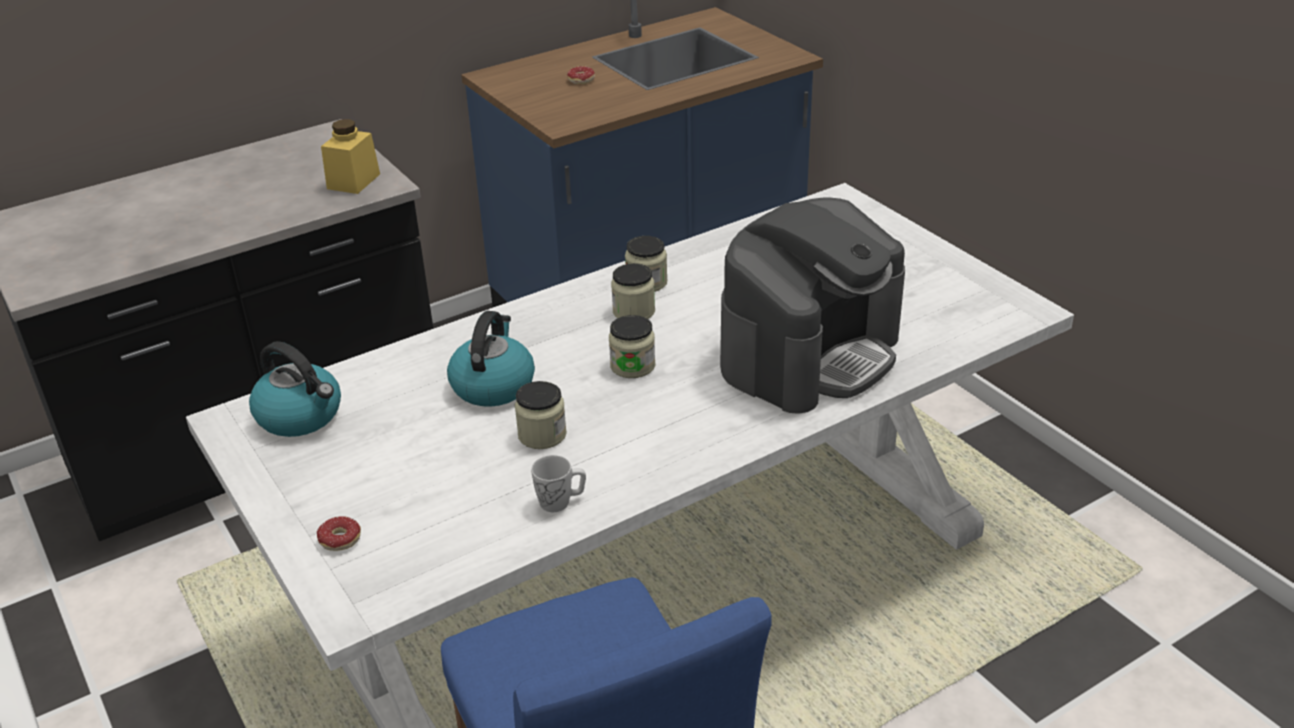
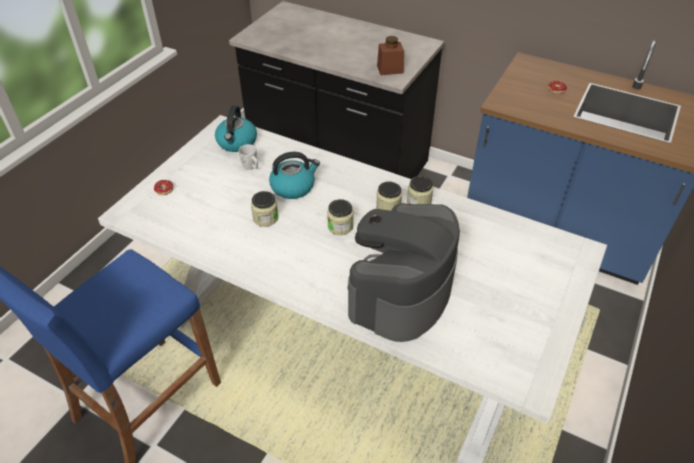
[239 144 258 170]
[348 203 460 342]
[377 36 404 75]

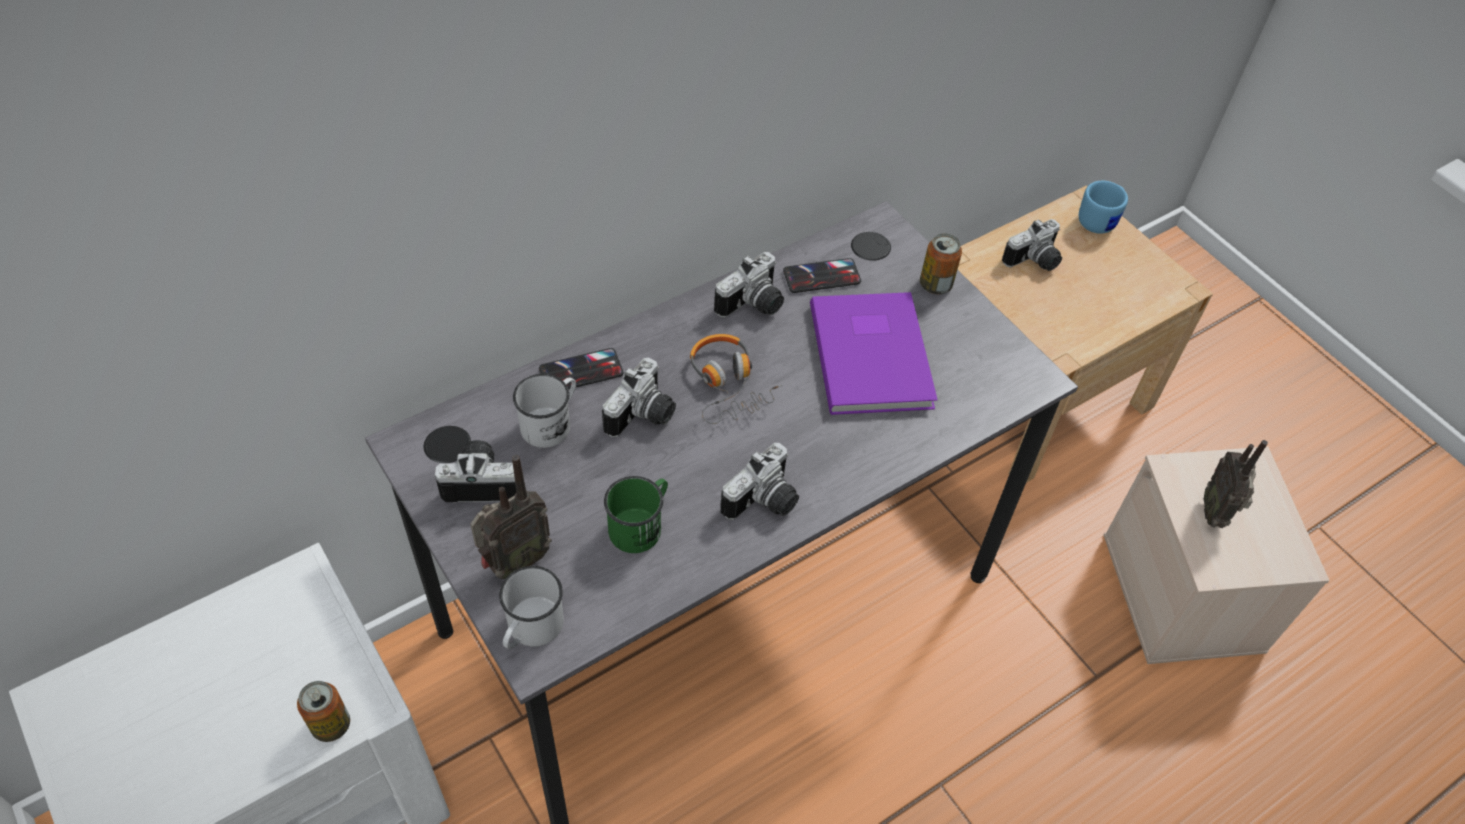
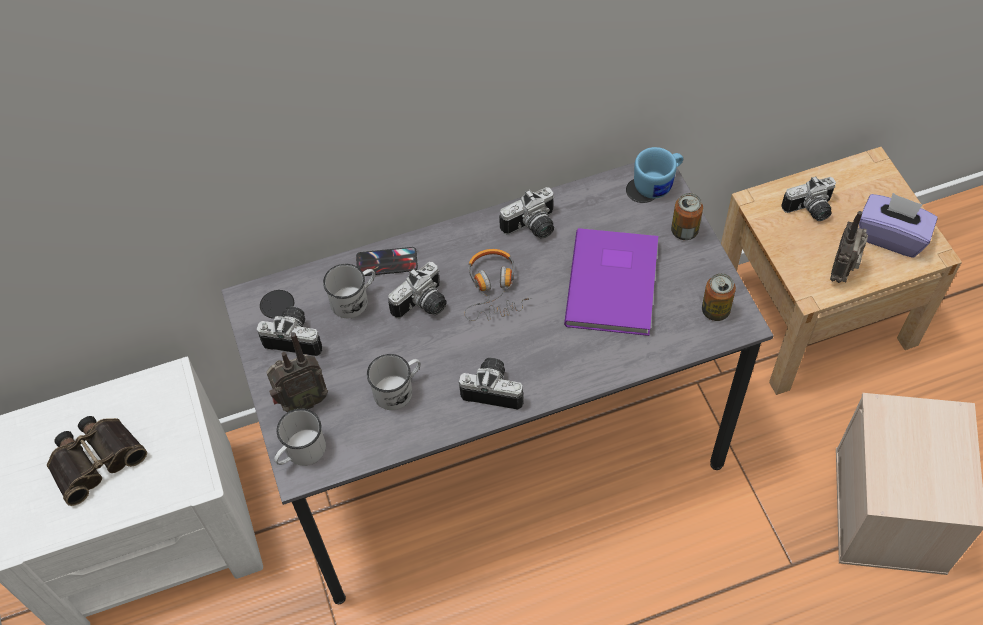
[47 416 147 506]
[367 354 421 410]
[459 358 523 410]
[634 147 683 198]
[702 273 736 321]
[830 211 868 283]
[859 193 938 258]
[783 258 861 293] (first image)

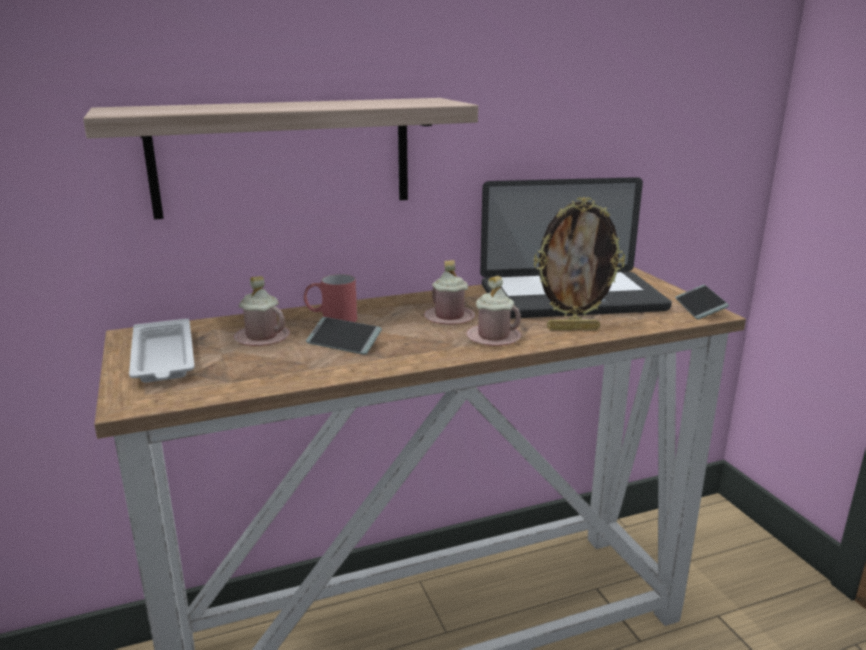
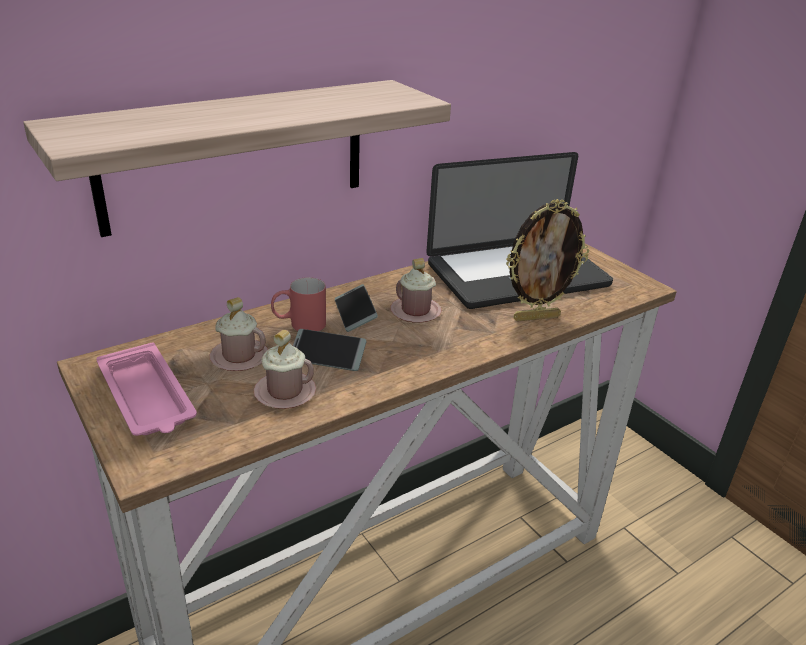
[96 342 197 436]
[254 330 316 409]
[335 284 378 332]

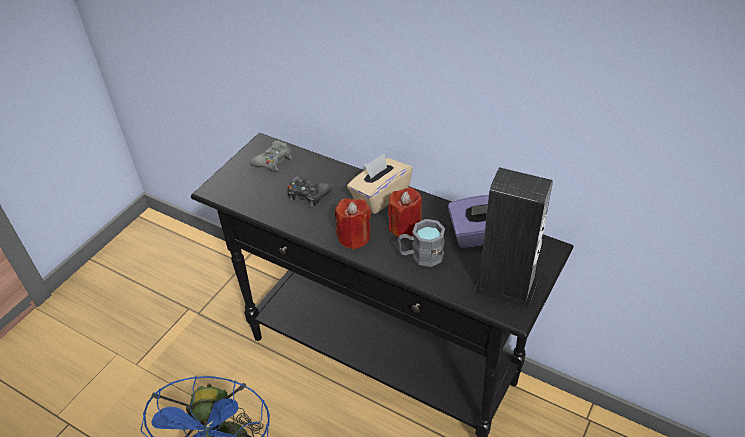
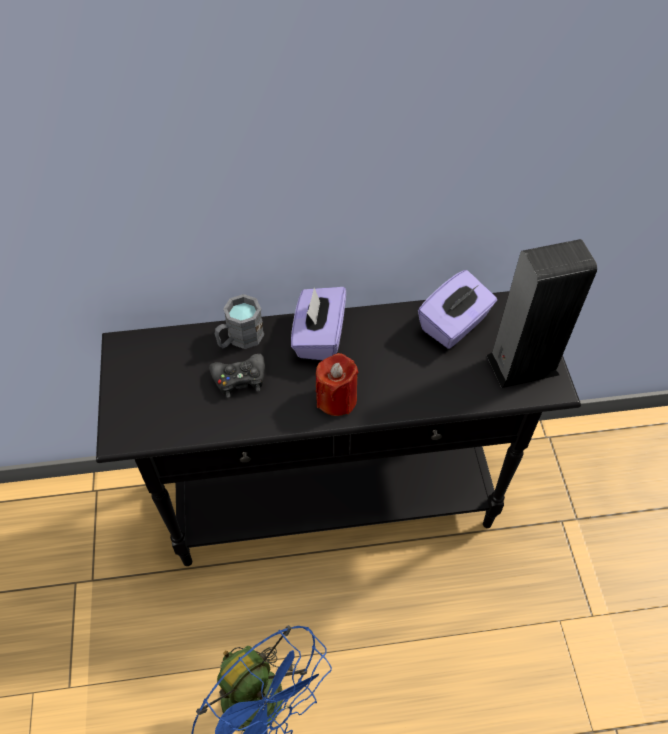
[215 294 264 349]
[291 287 346 360]
[250 140 292 172] (first image)
[388 187 422 237] (first image)

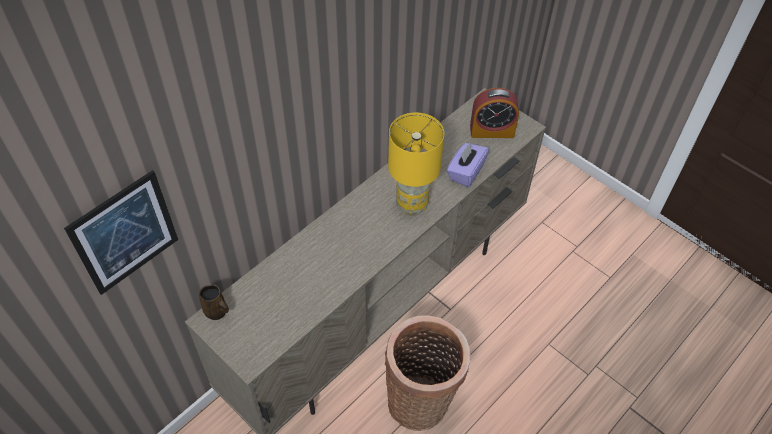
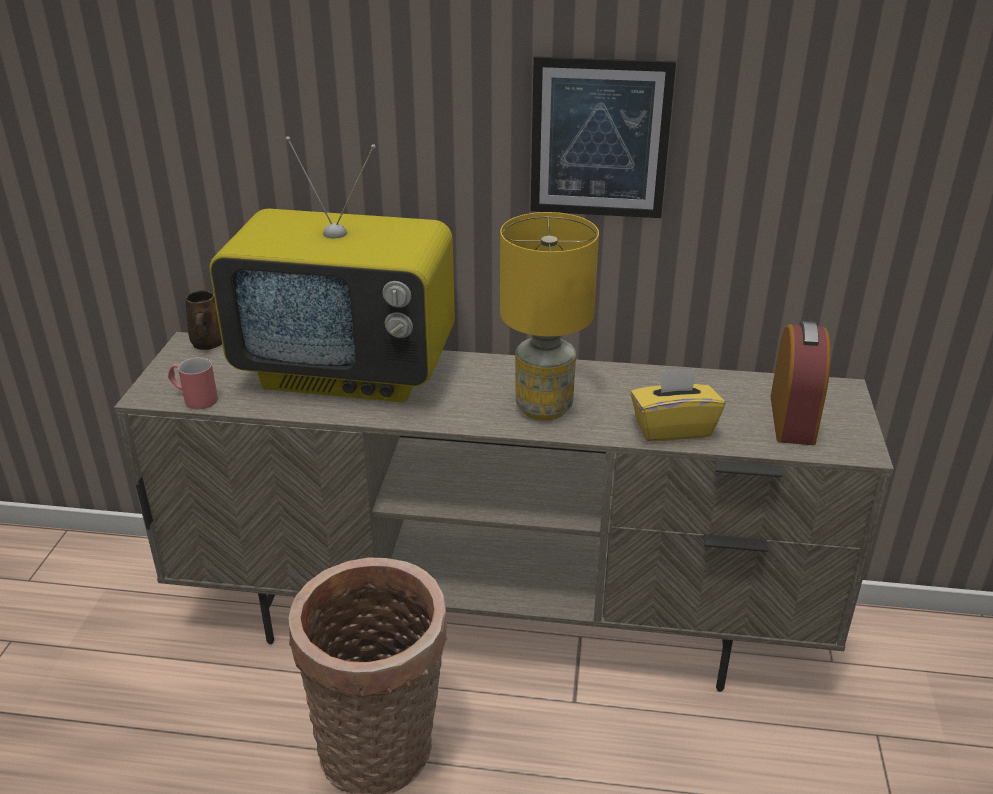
[168 357 218 409]
[209 136 455 402]
[531 56 676 218]
[630 369 725 441]
[770 321 831 445]

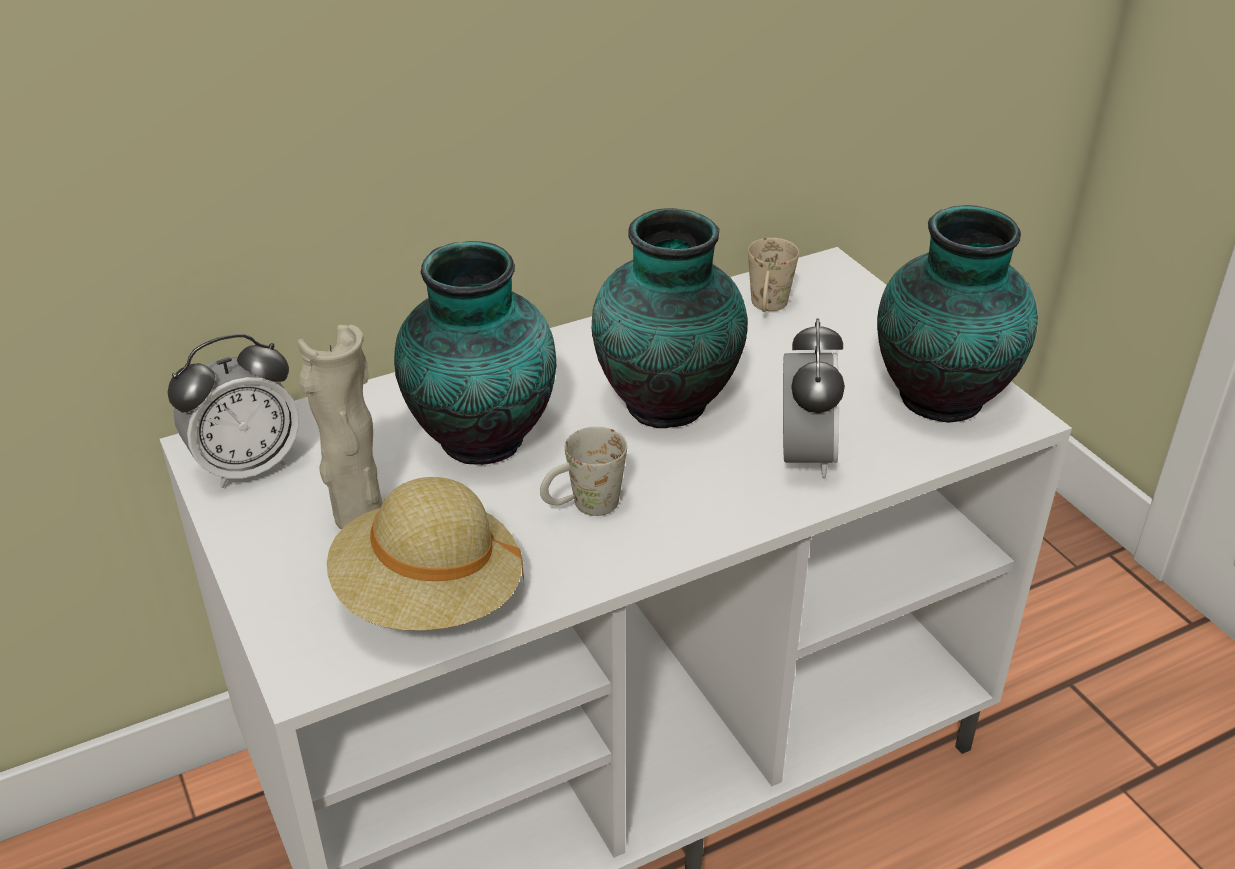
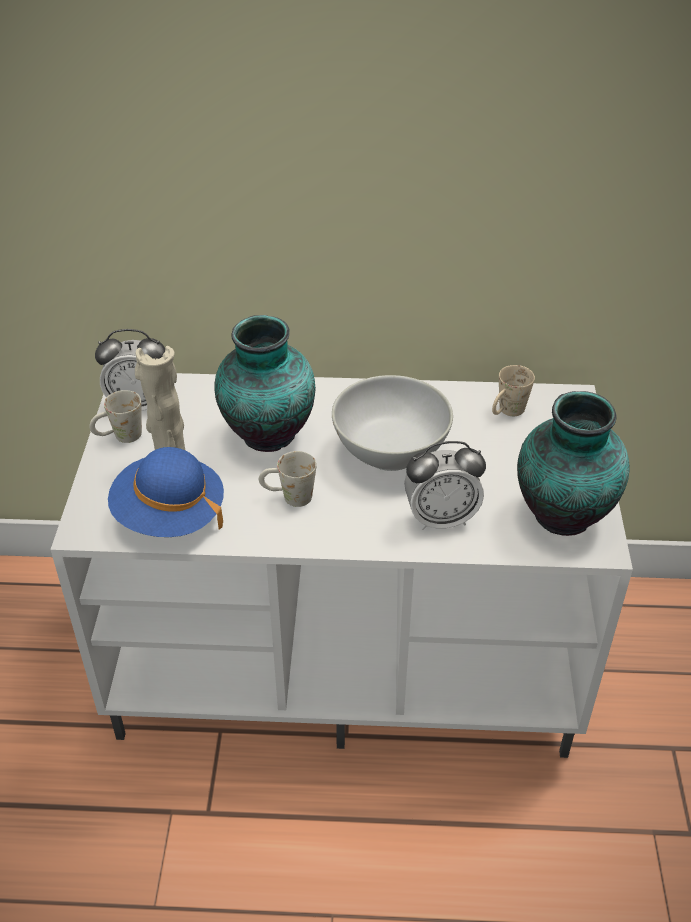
[90 390 142 443]
[108 447 224 537]
[332 375 453 471]
[404 441 486 530]

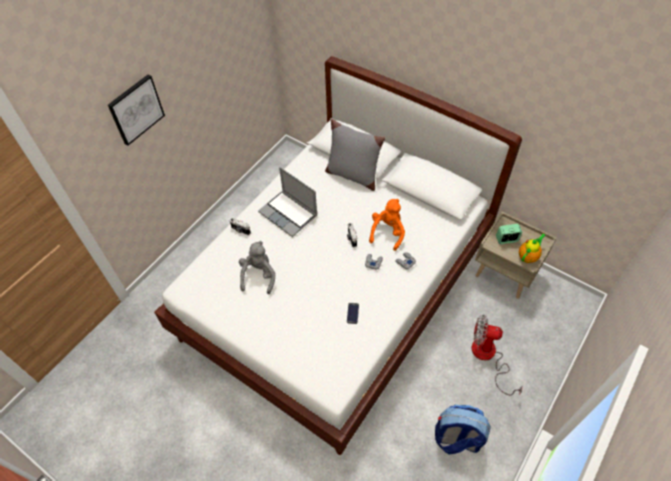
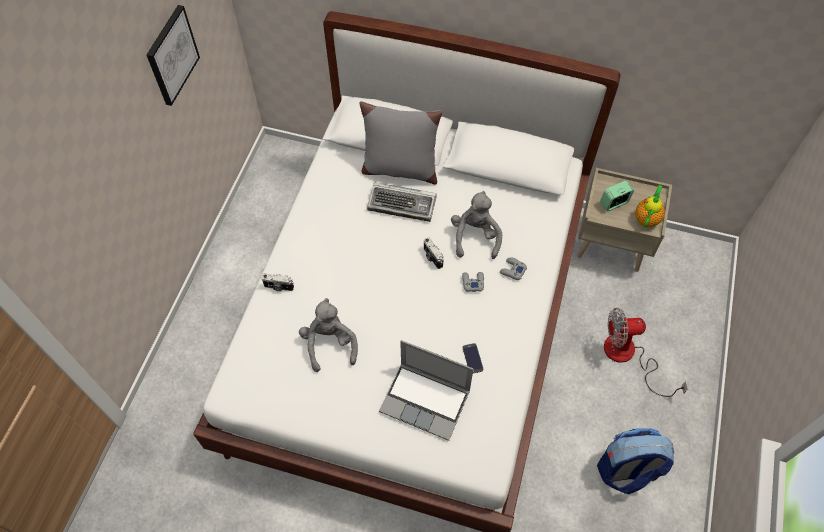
[146 5 200 106]
[367 182 437 222]
[379 340 473 441]
[451 191 502 259]

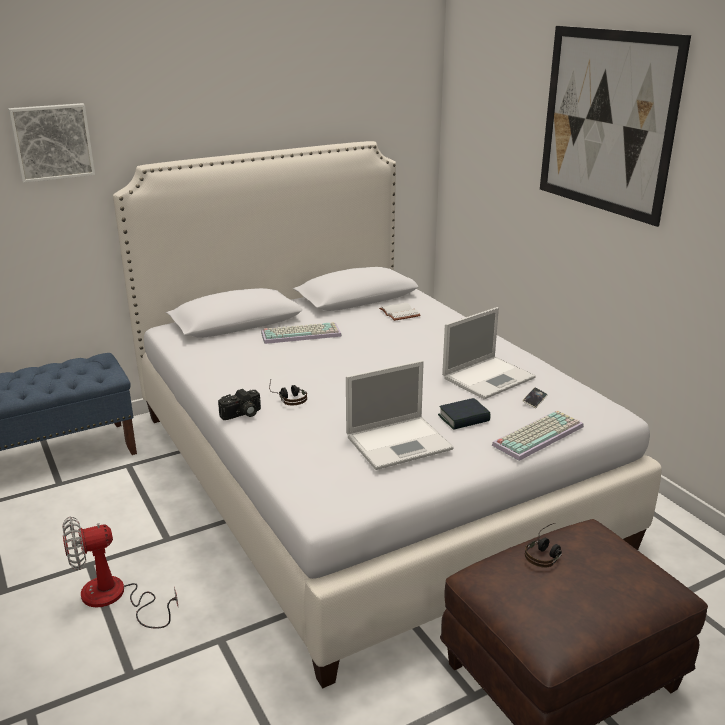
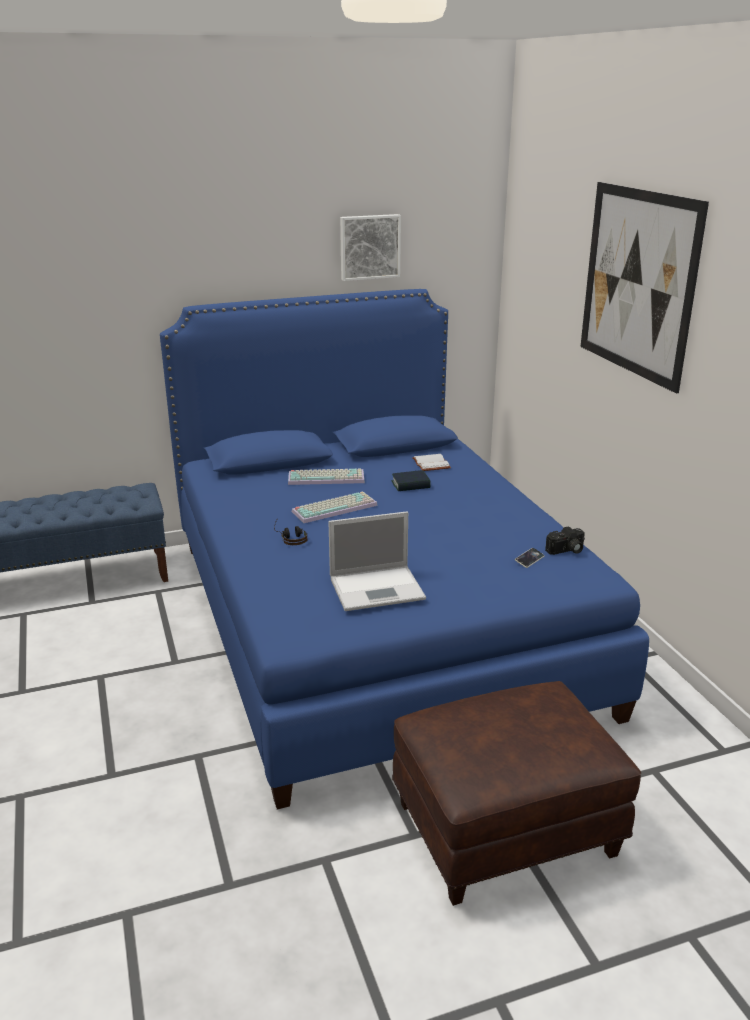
[160 289 649 809]
[292 492 378 523]
[340 214 401 281]
[392 470 431 491]
[545 526 585 555]
[62 516 178 628] (first image)
[442 307 536 399] (first image)
[525 523 562 567] (first image)

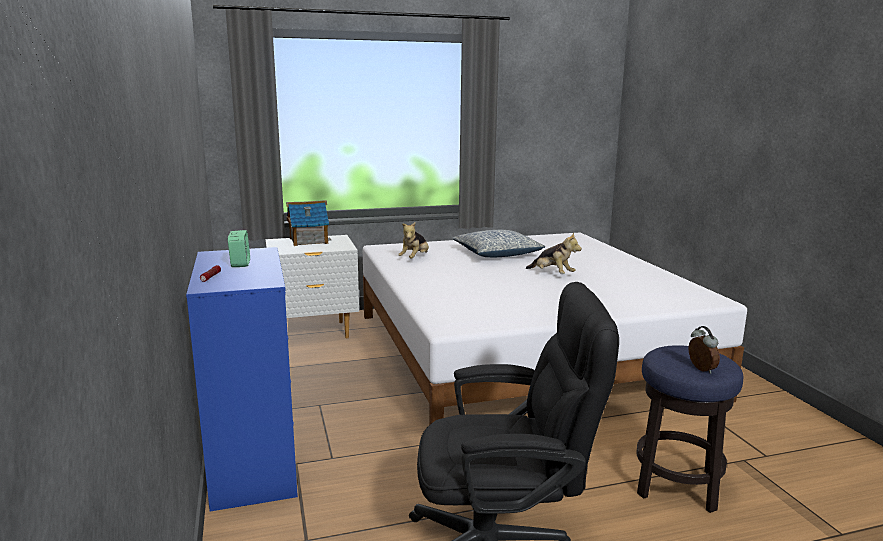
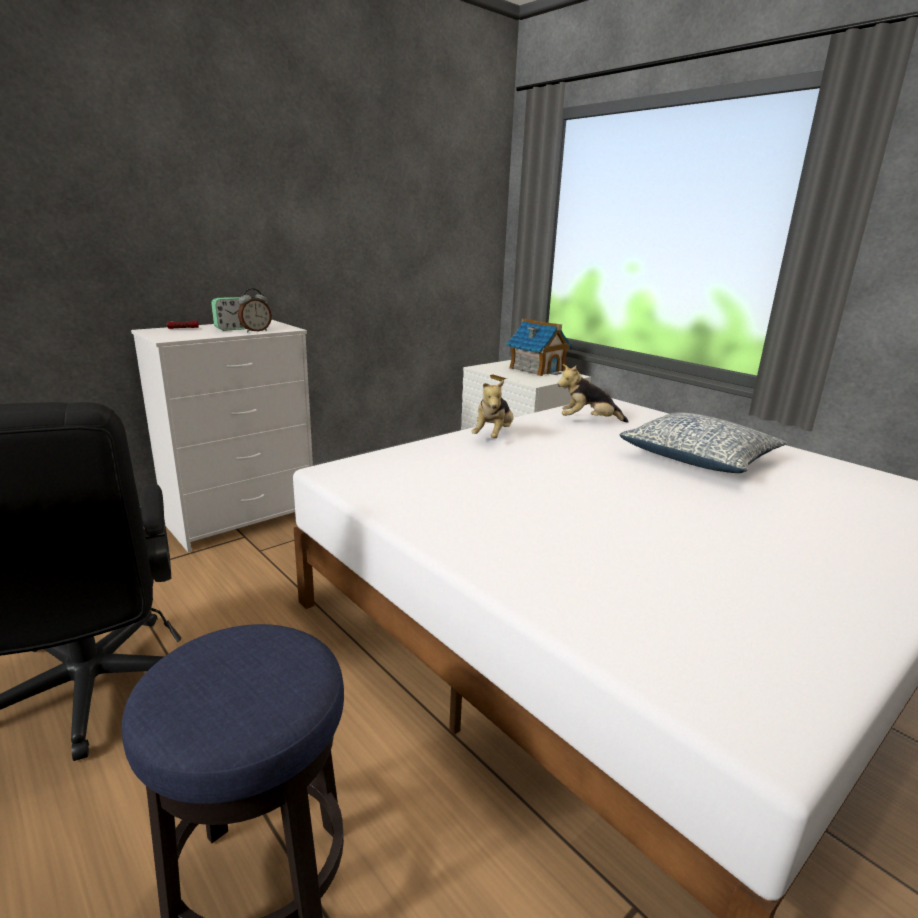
[131 320 313 552]
[238 288 272 332]
[471 380 513 438]

